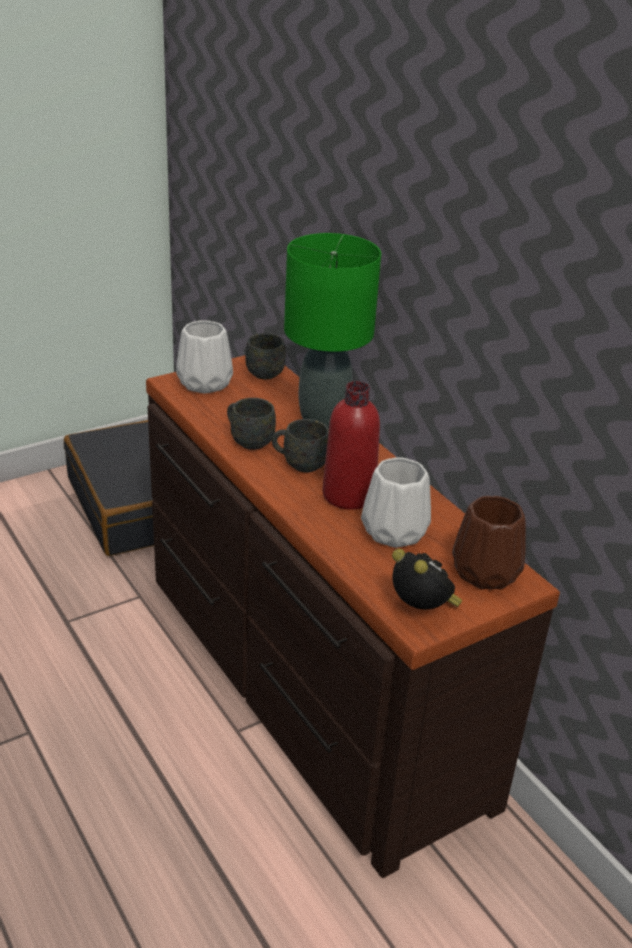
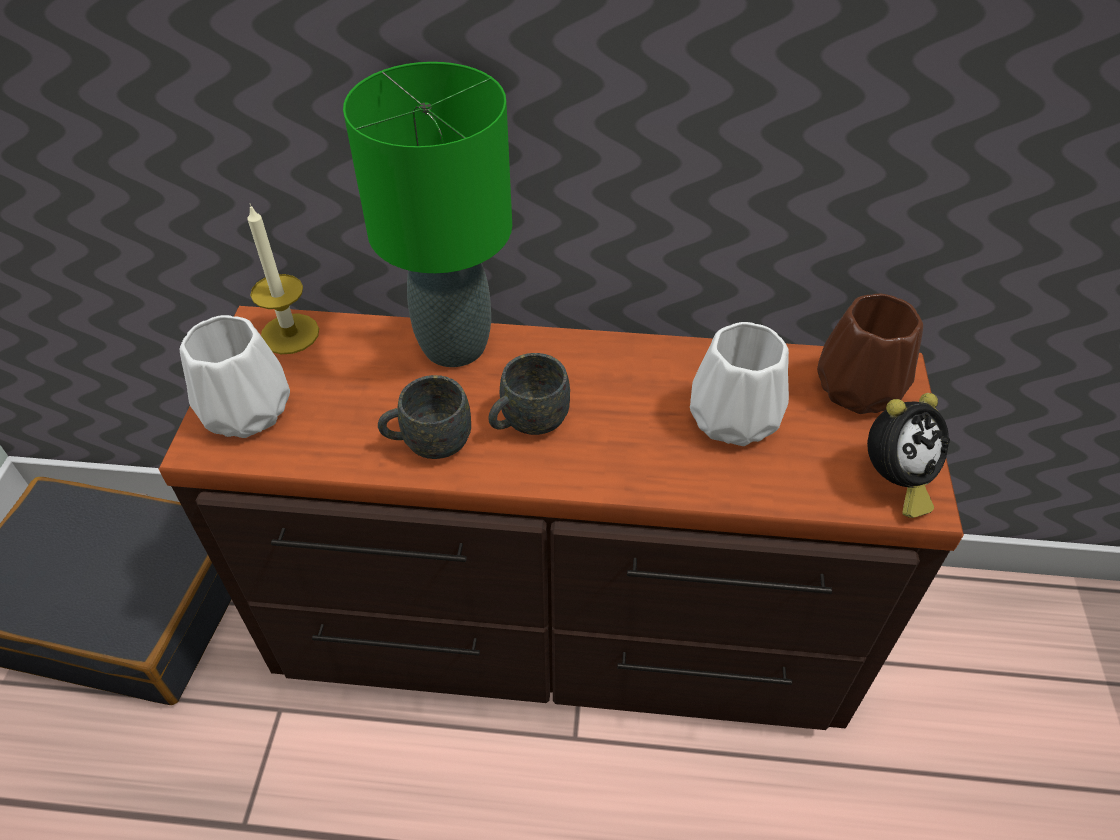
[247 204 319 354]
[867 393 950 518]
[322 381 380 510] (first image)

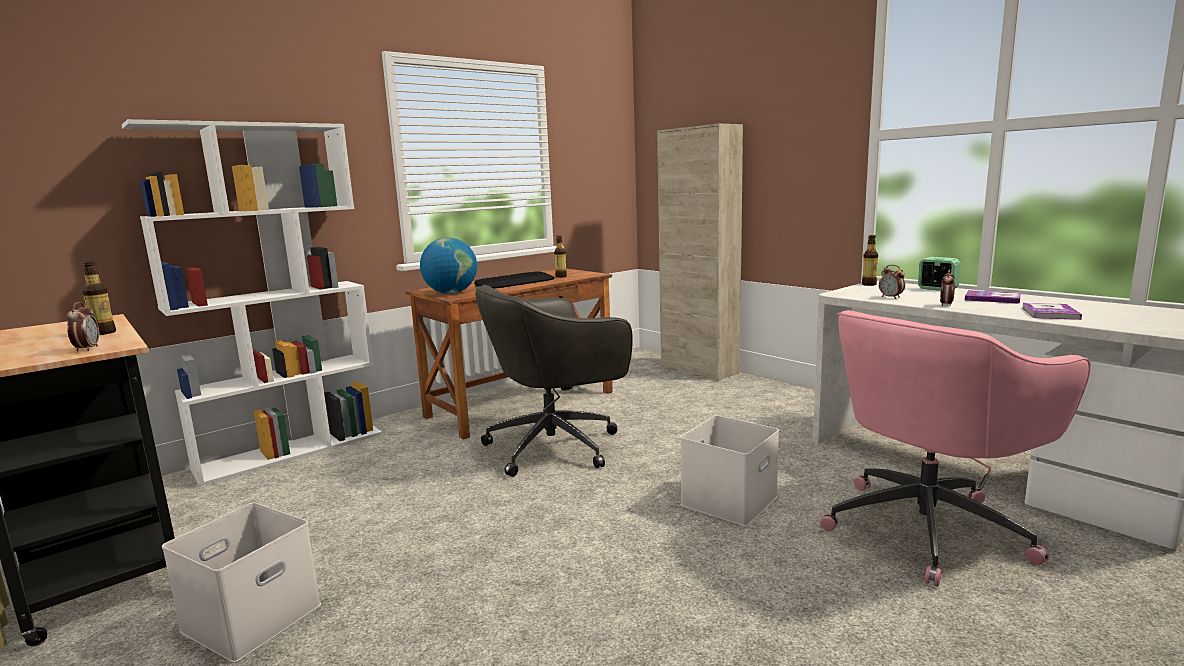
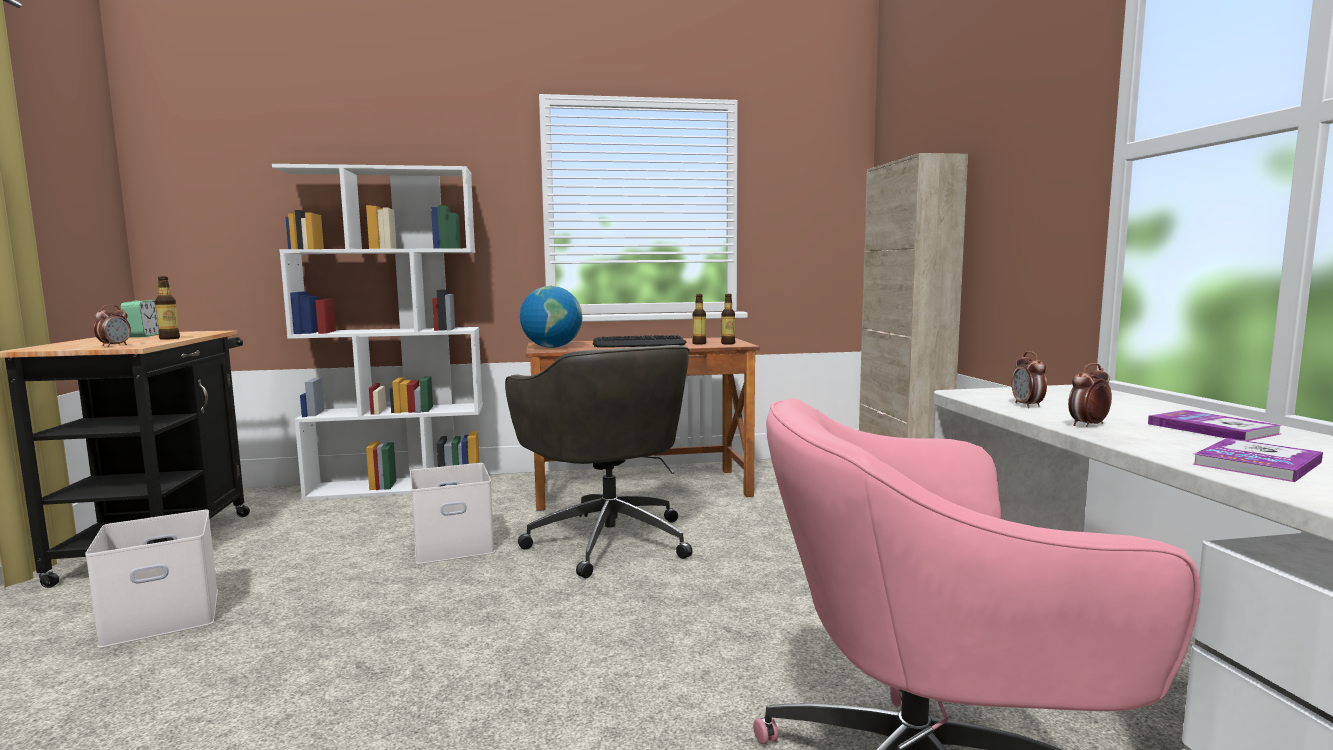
[121 300 159 337]
[410 463 495 564]
[505 345 693 578]
[721 294 735 345]

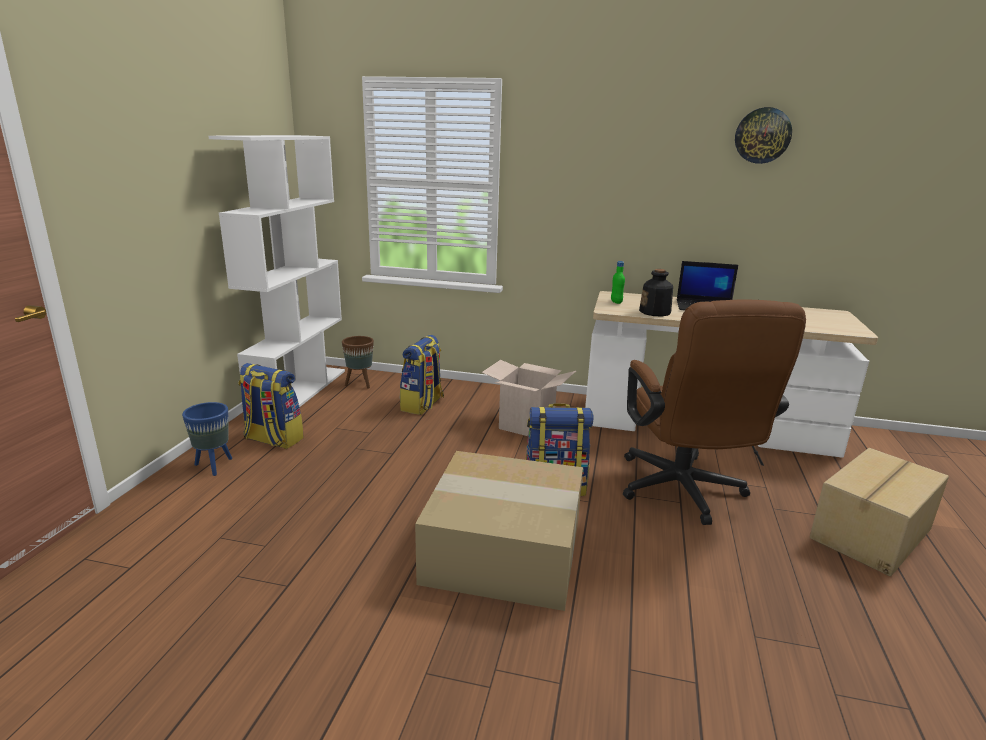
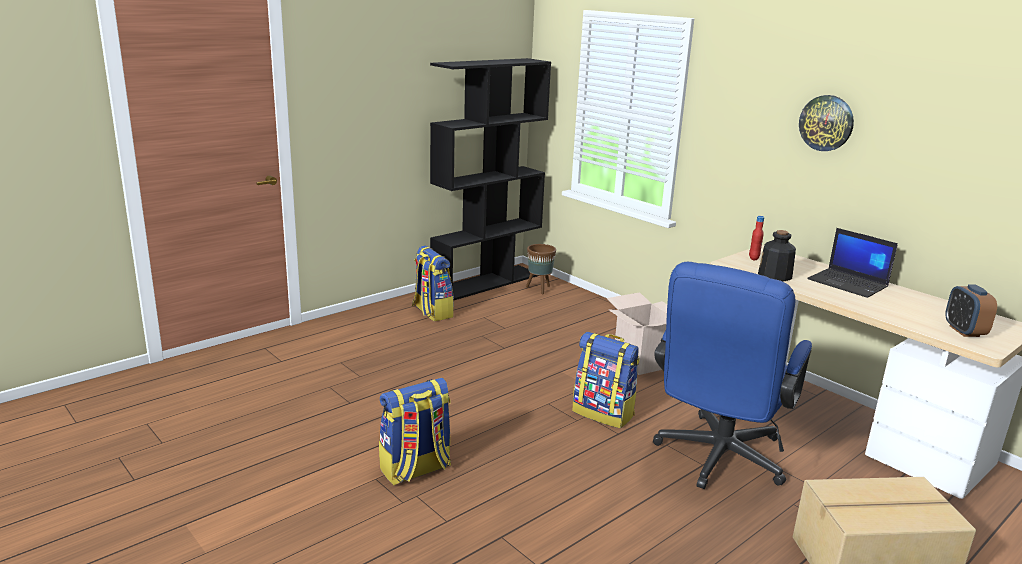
[379 378 451 486]
[430 58 551 301]
[653 262 812 489]
[749 216 764 261]
[799 95 854 151]
[945 284 997 337]
[182 402 232 476] (first image)
[415 451 583 611] (first image)

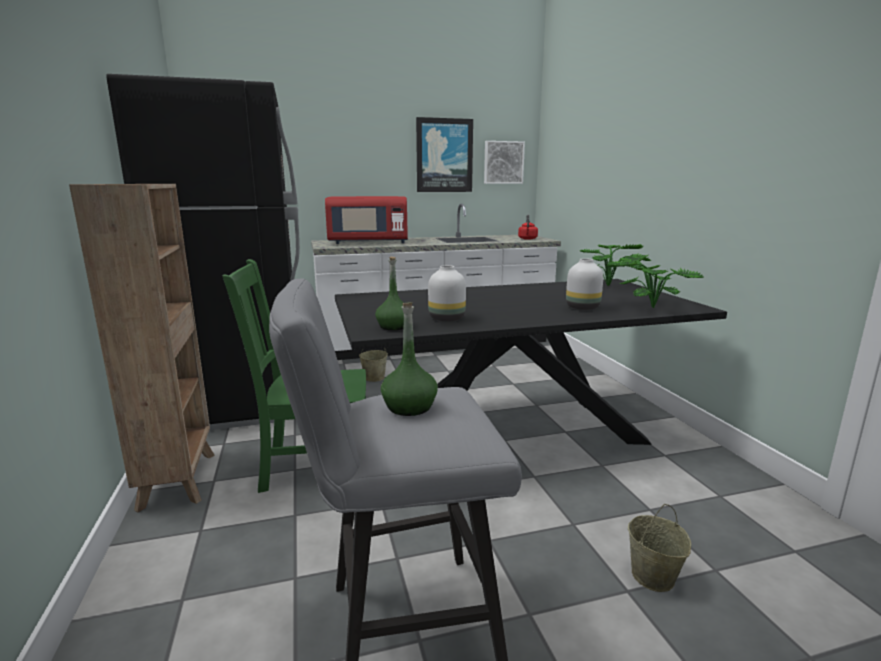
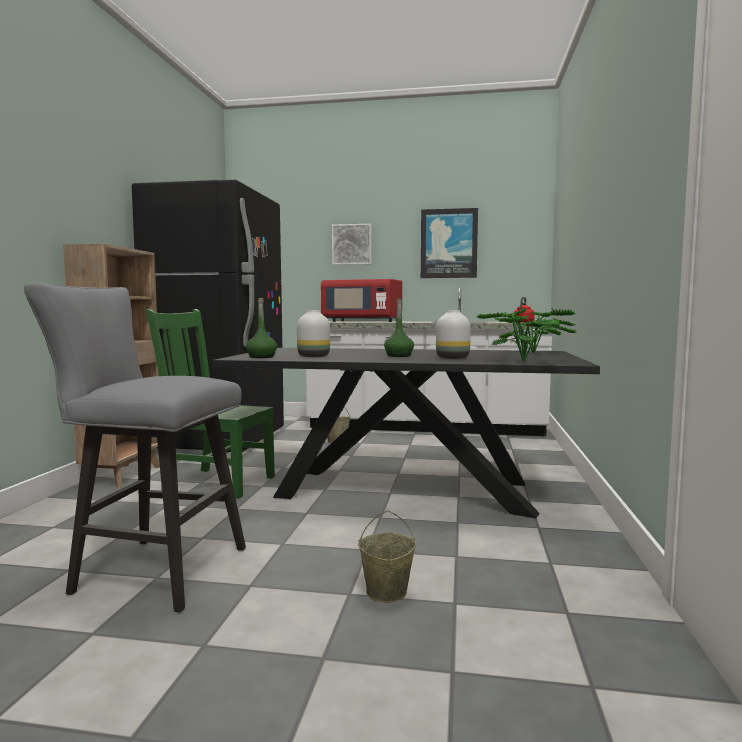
[332 224 372 265]
[384 298 414 357]

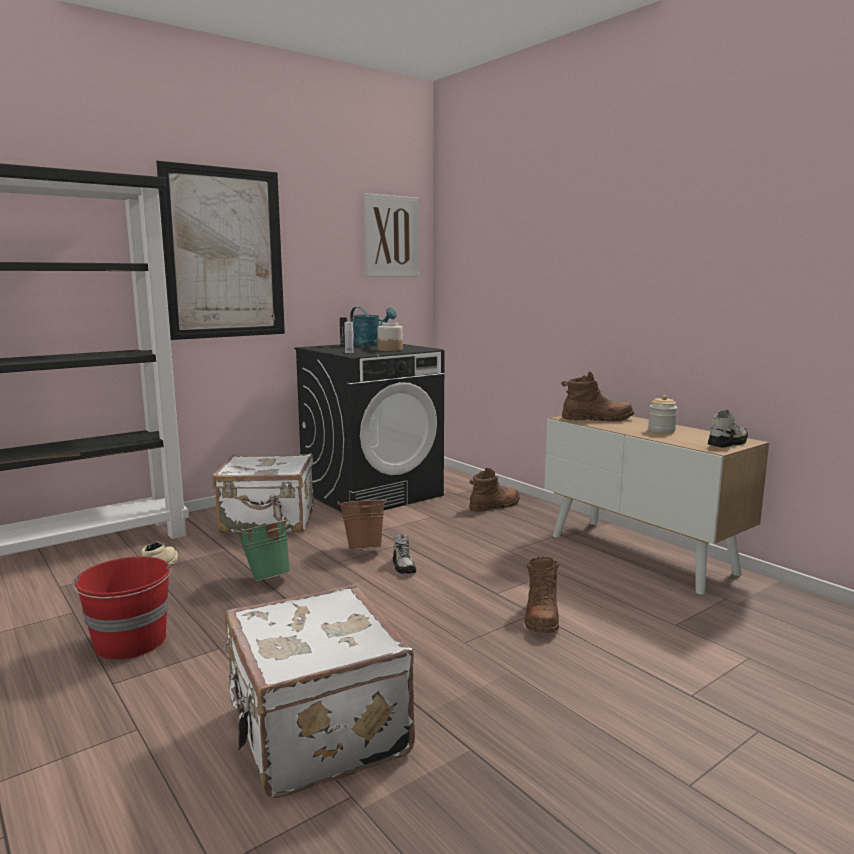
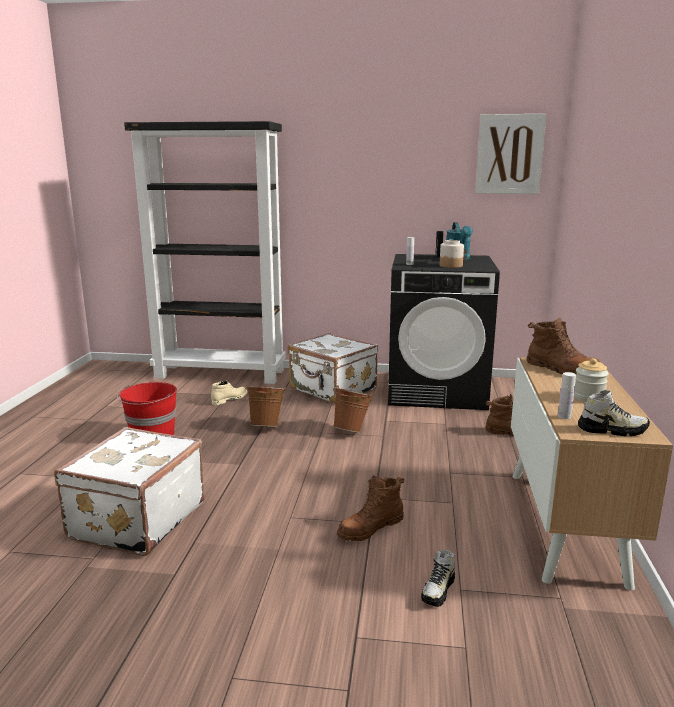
[245 385 286 427]
[421 550 455 607]
[558 372 576 419]
[156 161 285 340] (first image)

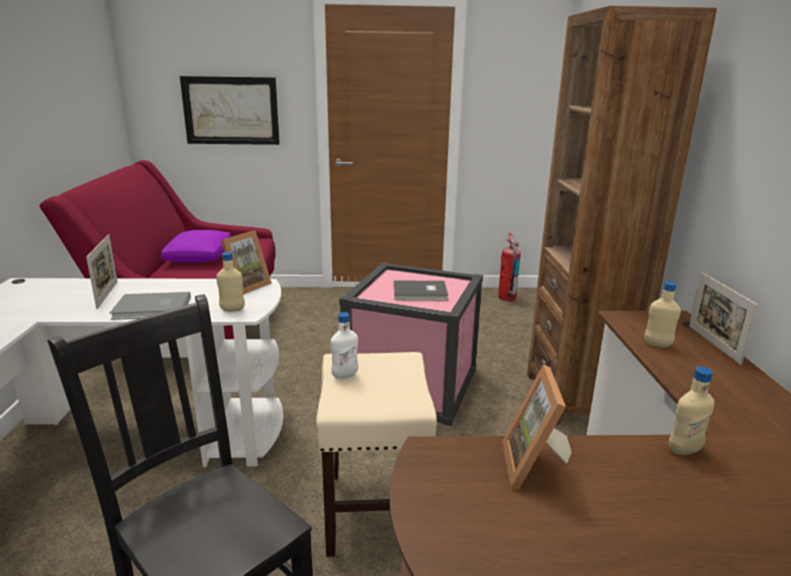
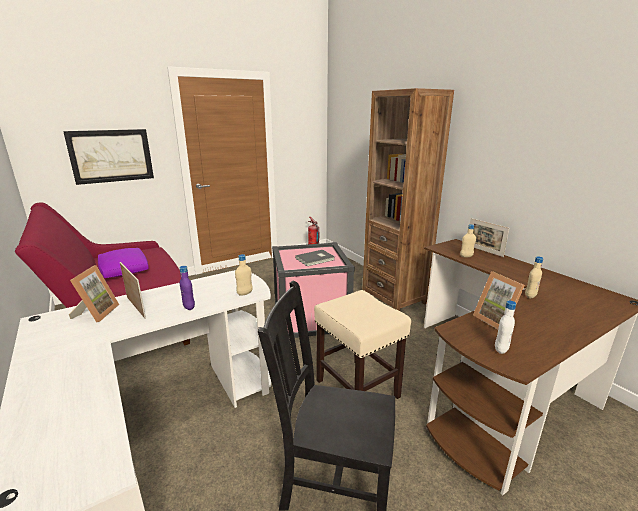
[69 265 119 322]
[180 266 195 310]
[495 301 516 354]

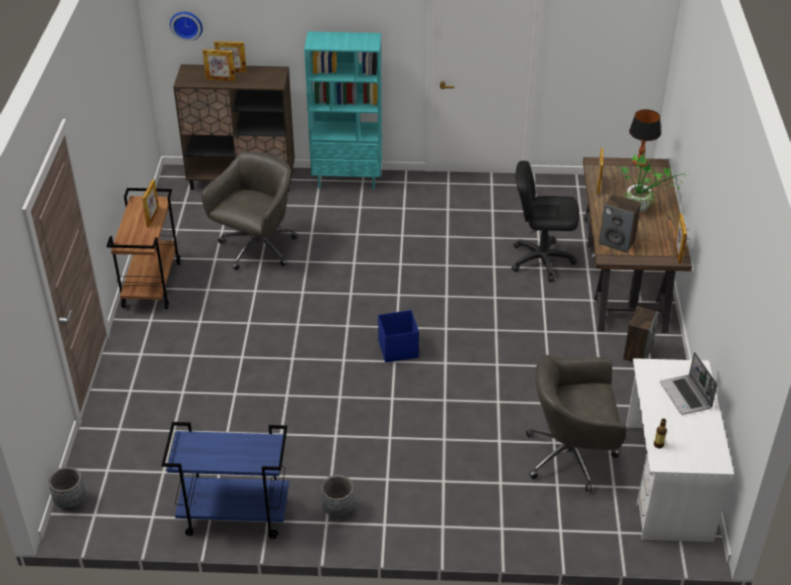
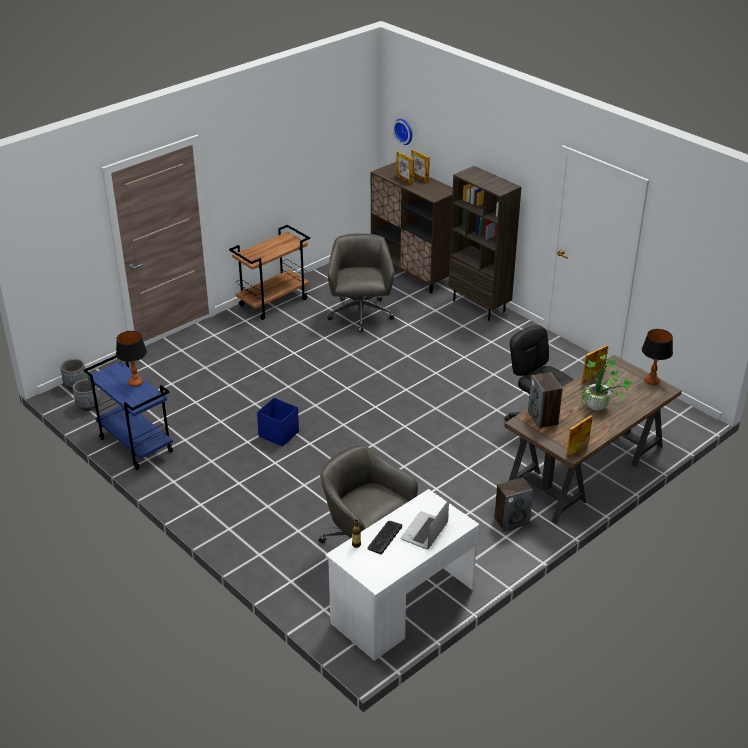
[73 379 100 411]
[116 331 147 387]
[257 398 299 447]
[327 233 394 333]
[368 521 402 555]
[448 166 521 321]
[142 179 159 227] (first image)

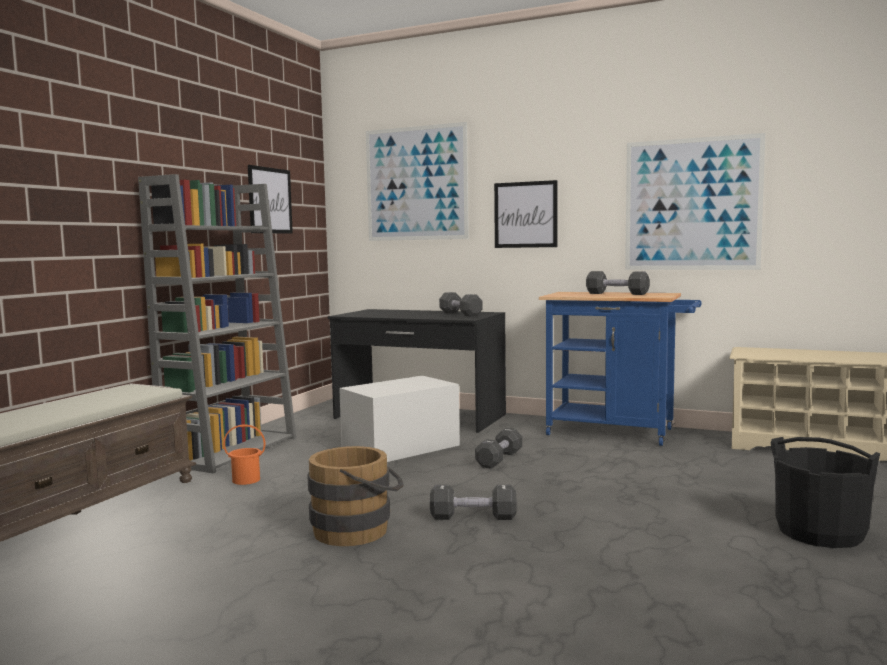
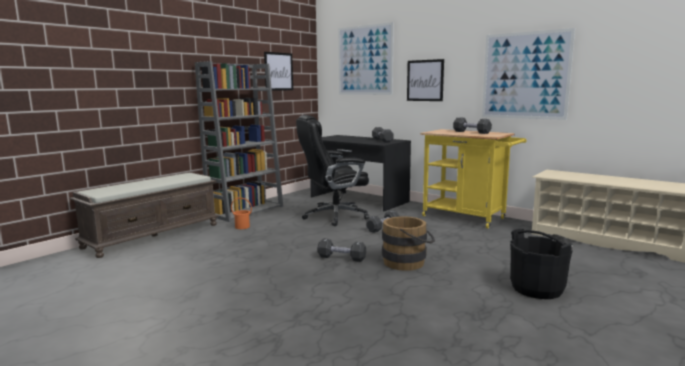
[296 115 369 226]
[382 216 435 271]
[420 129 526 228]

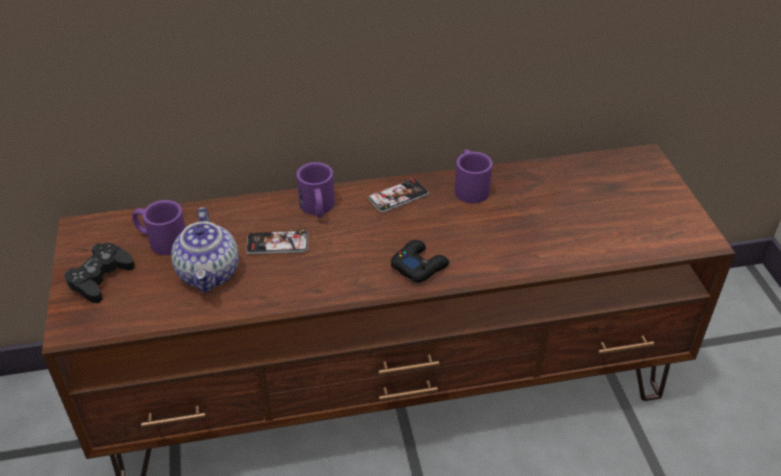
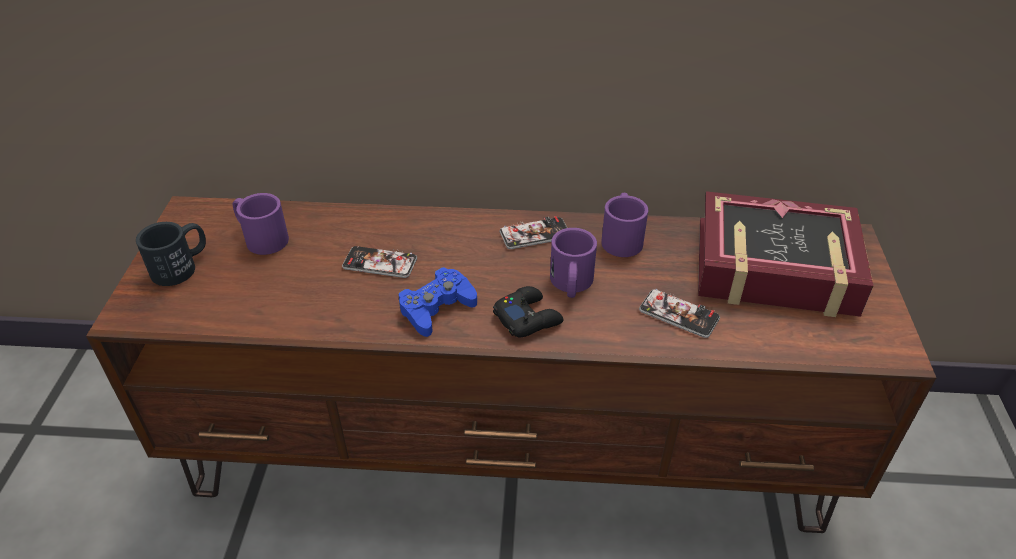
[136 222 206 286]
[398 267 477 337]
[550 228 597 298]
[639 289 720 338]
[698 191 874 317]
[171 207 239 293] (first image)

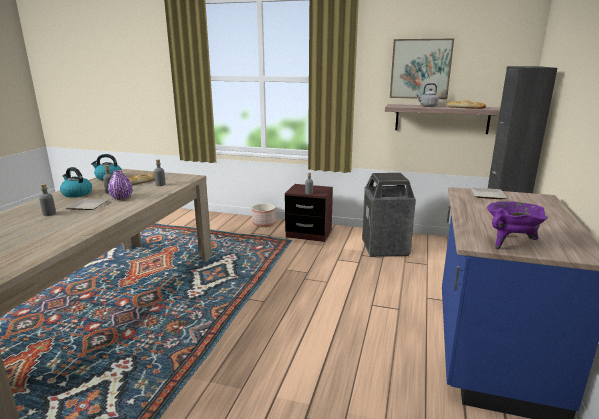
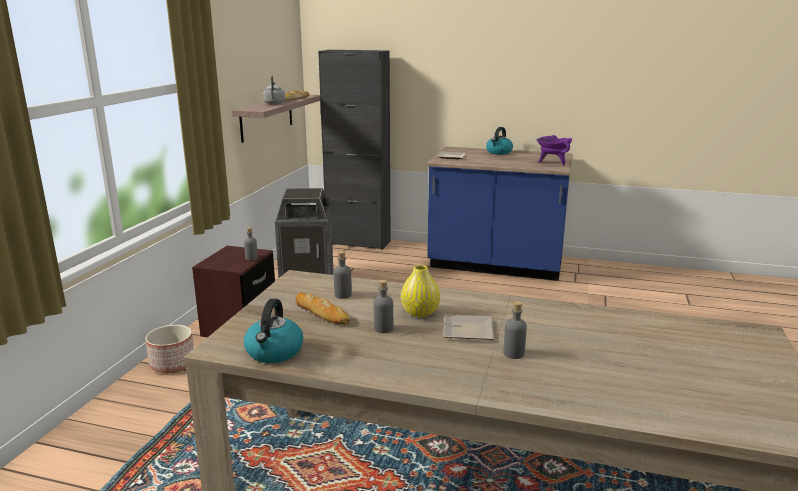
[401 265 440 317]
[486 127 513 154]
[390 39 454 99] (first image)

